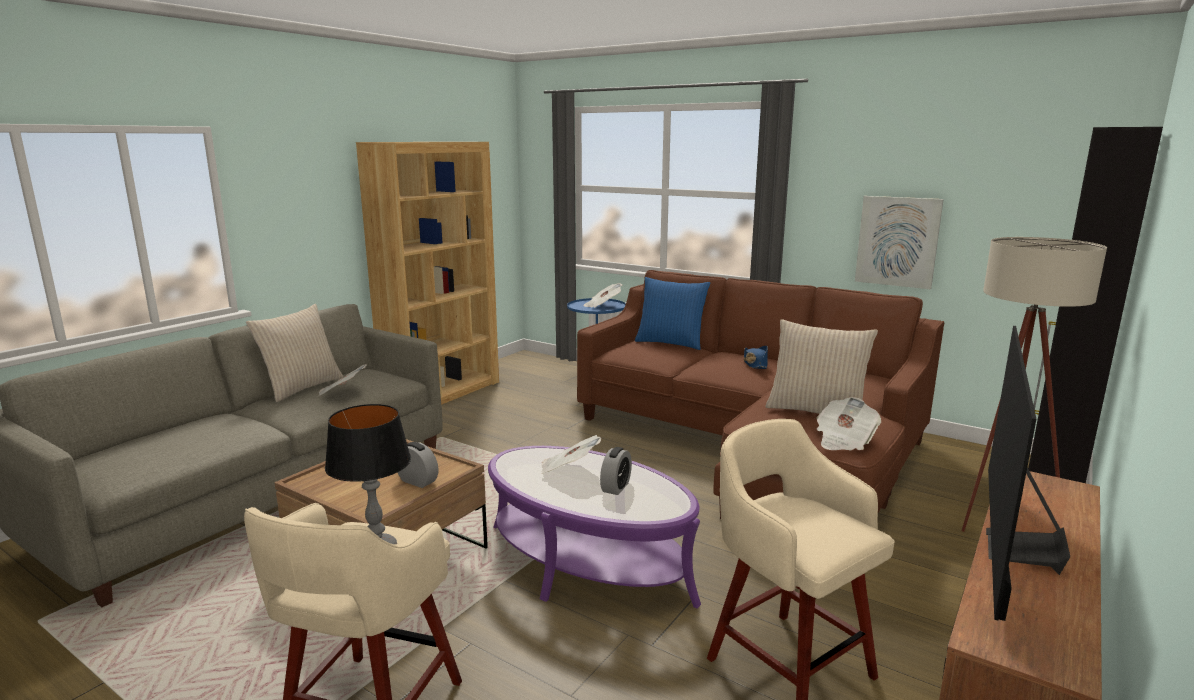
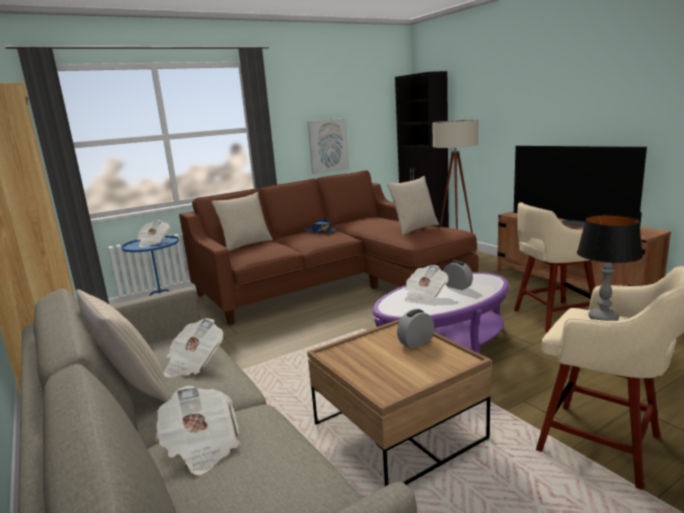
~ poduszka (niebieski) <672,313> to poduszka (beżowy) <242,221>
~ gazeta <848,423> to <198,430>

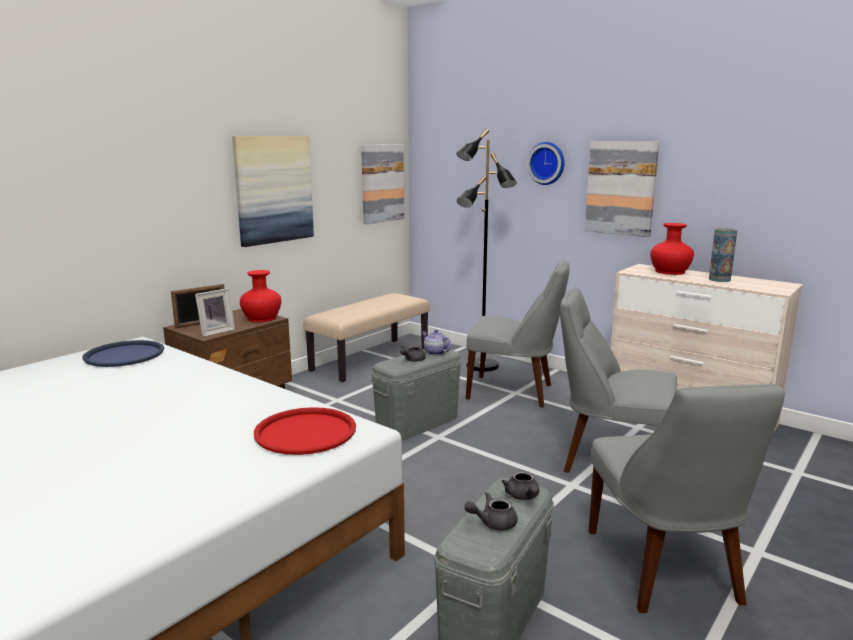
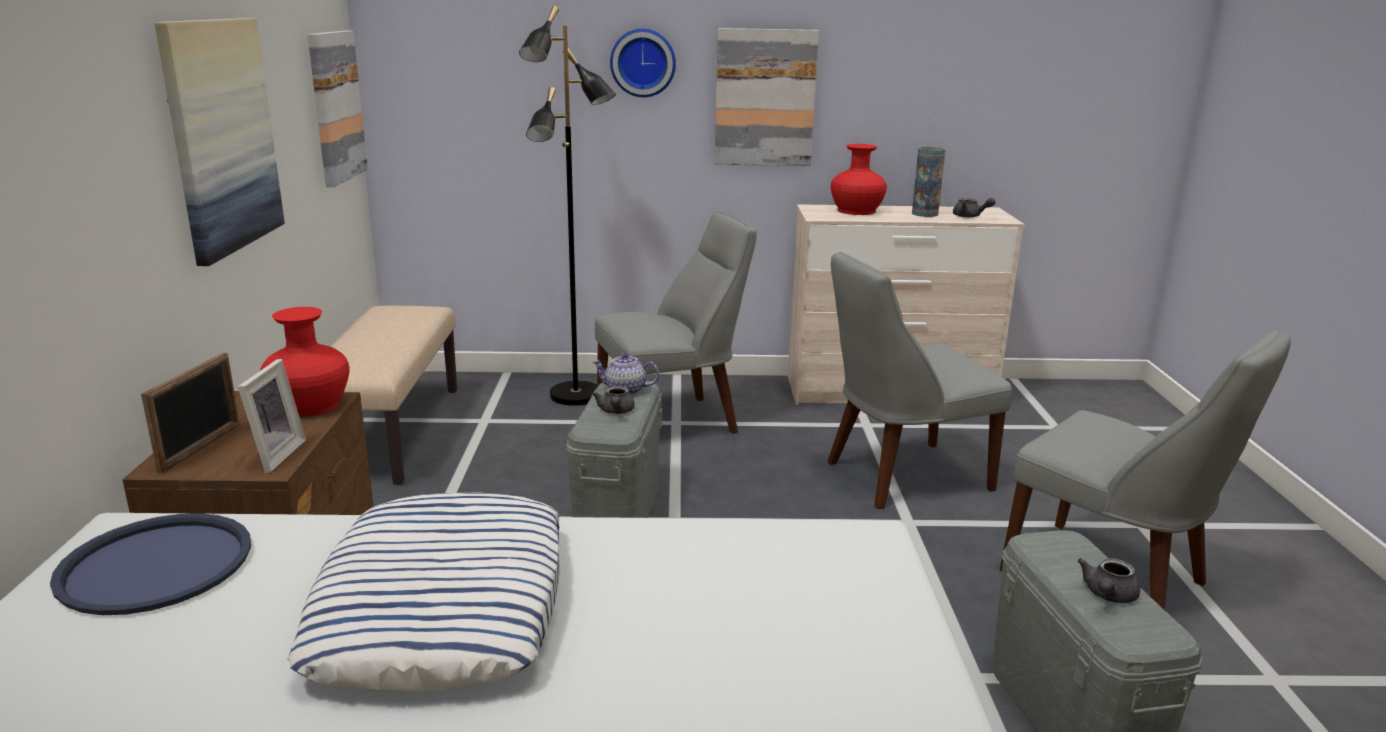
- taca (czerwony) <305,431>
~ imbryk (szary) <520,485> to <974,208>
+ poduszka <424,592>

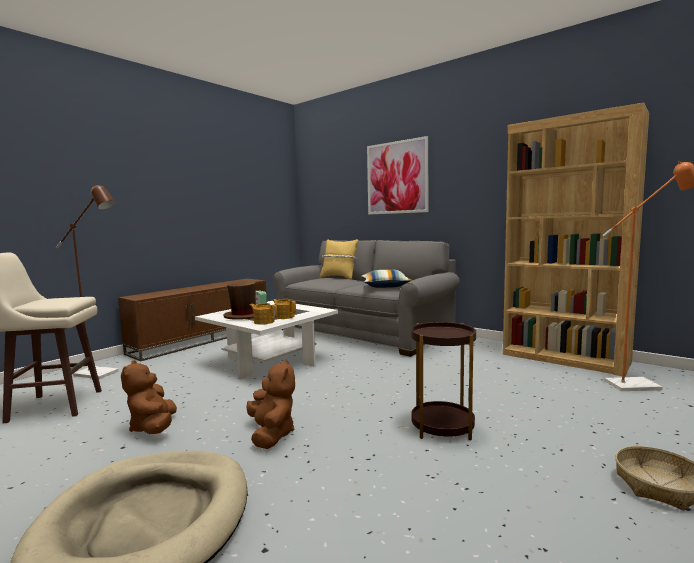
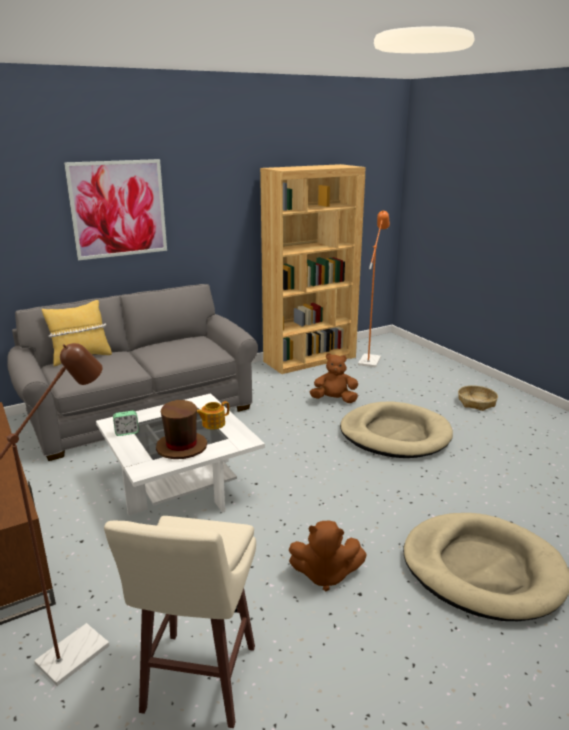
- poduszka <386,278>
- imbryk <263,314>
~ stolik (brązowy) <443,381> to legowisko (beżowy) <396,429>
~ pluszak (brązowy) <270,404> to <334,378>

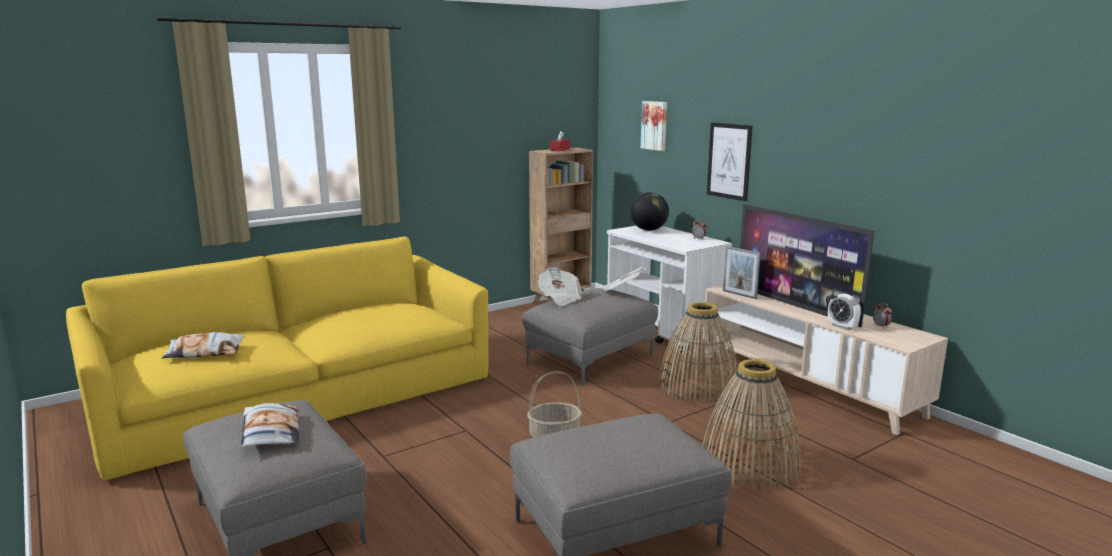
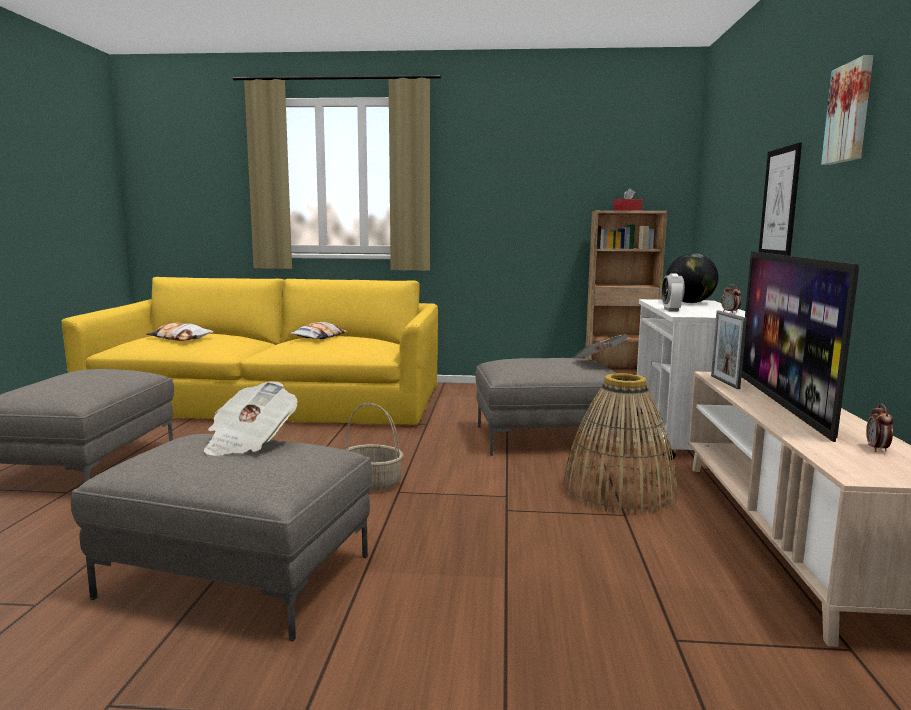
~ obraz <654,126> to <847,110>
~ gazeta <559,287> to <250,418>
~ budzik <844,312> to <673,292>
- koszyk <751,424>
~ poduszka <270,425> to <319,330>

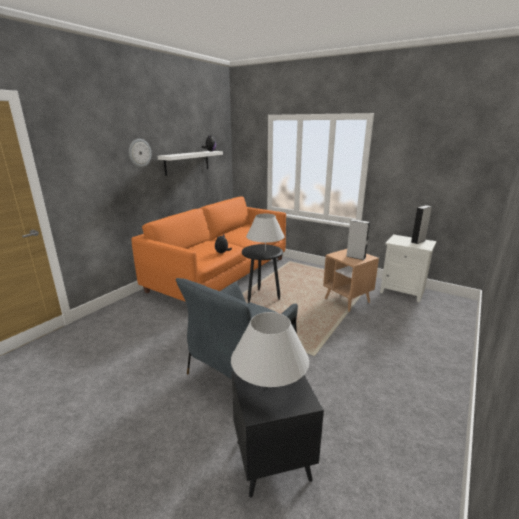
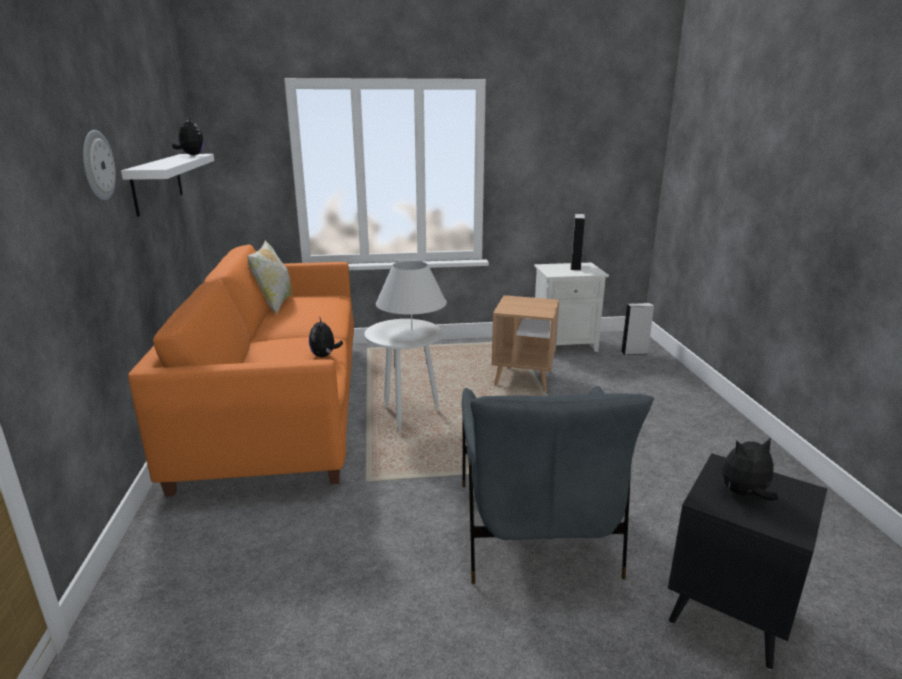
~ głośnik (szary) <358,239> to <637,329>
~ stolik (czarny) <262,273> to stolik (biały) <403,376>
~ lampa stołowa (biały) <270,349> to pluszak <750,469>
+ poduszka <269,277>

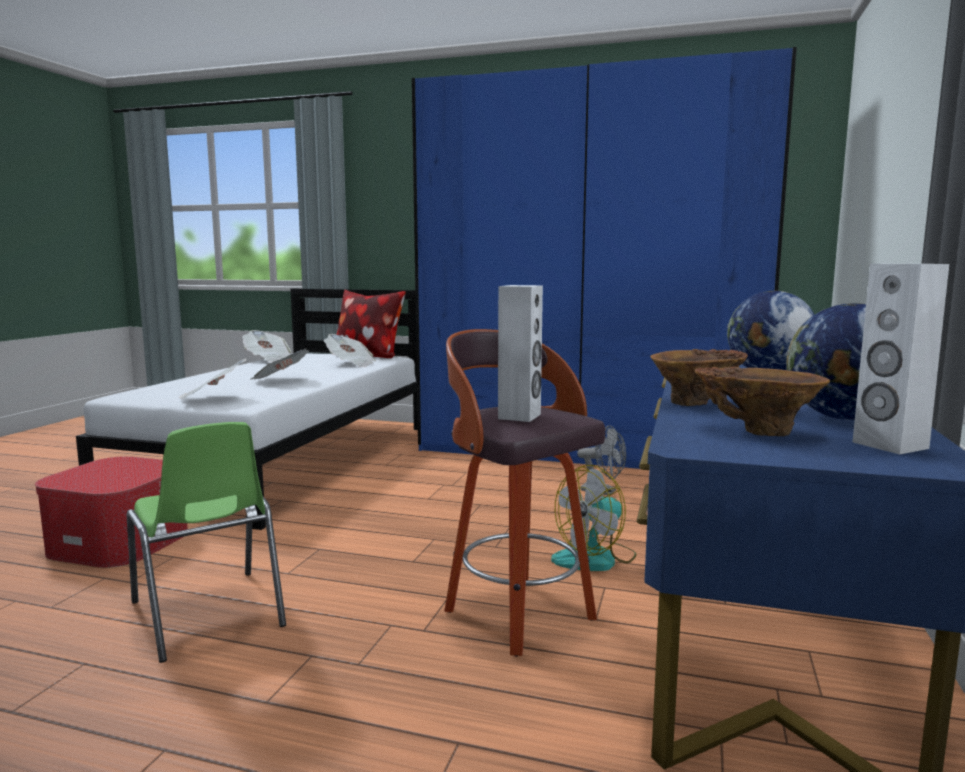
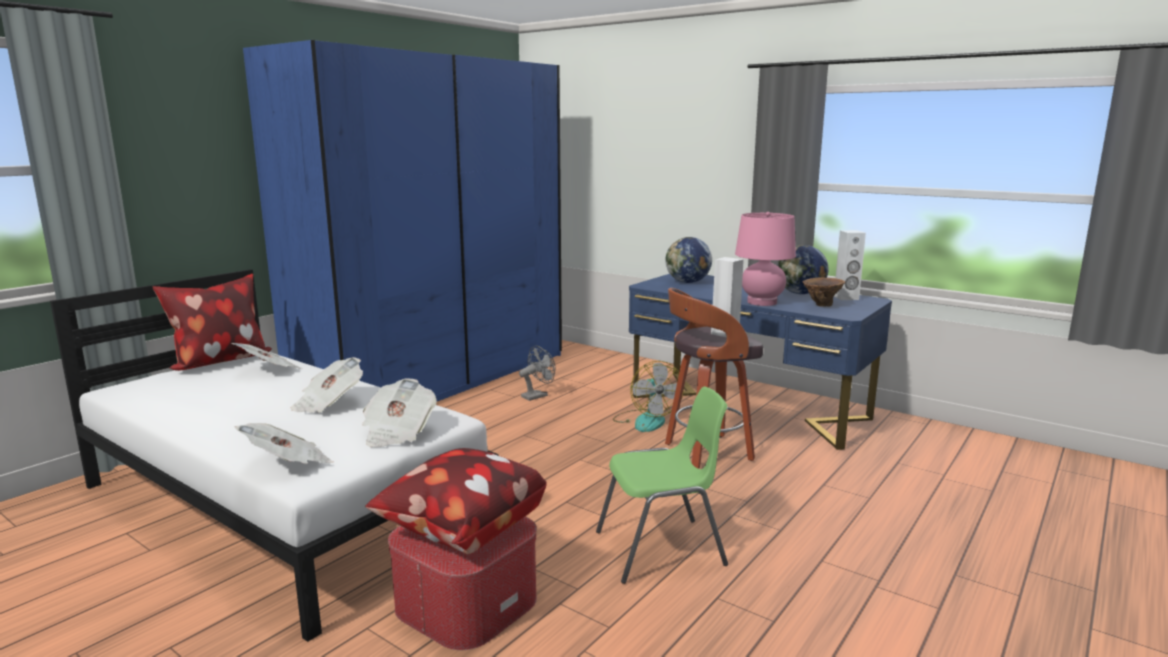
~ gazeta <266,346> to <284,443>
~ wazon (brązowy) <699,377> to lampa stołowa (różowy) <765,259>
+ poduszka <456,501>

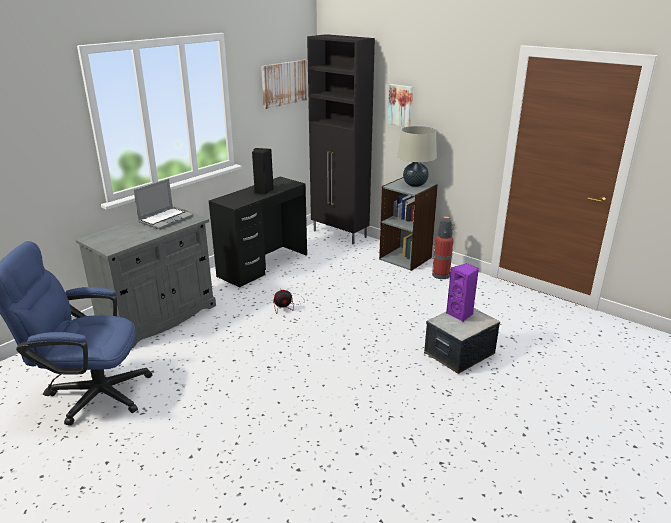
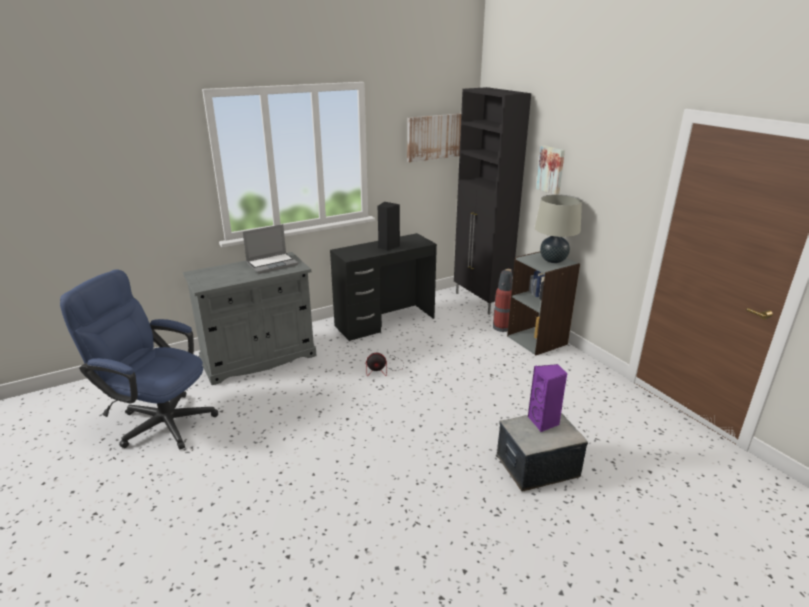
~ gaśnica <443,247> to <503,300>

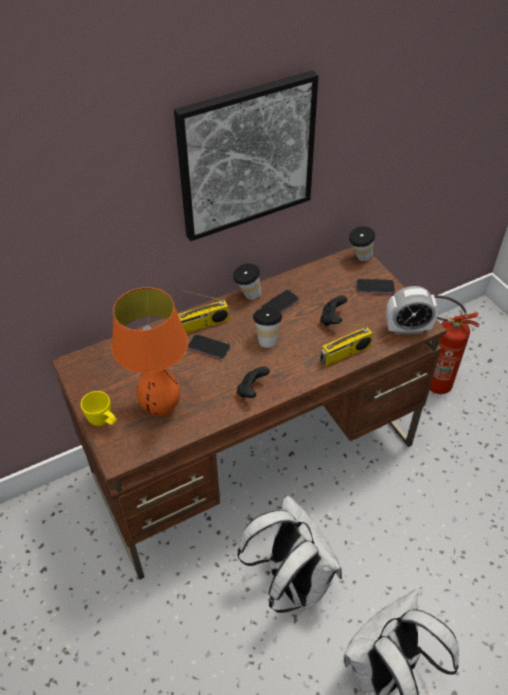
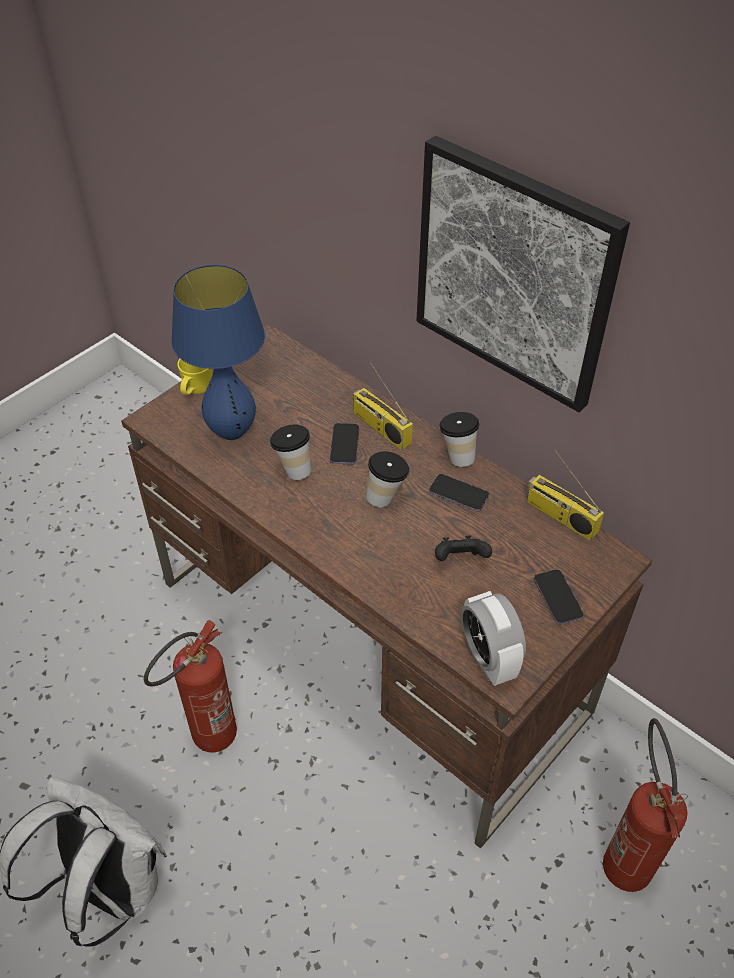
~ filiżanka <362,243> to <291,452>
~ lampa stołowa (pomarańczowy) <150,351> to lampa stołowa (niebieski) <218,352>
~ radio <346,343> to <565,495>
- pad do gier (czarny) <253,382>
~ plecak (biały) <289,554> to gaśnica <190,686>

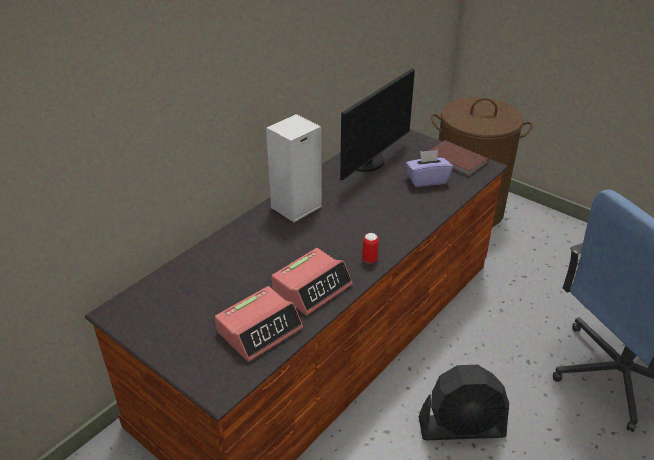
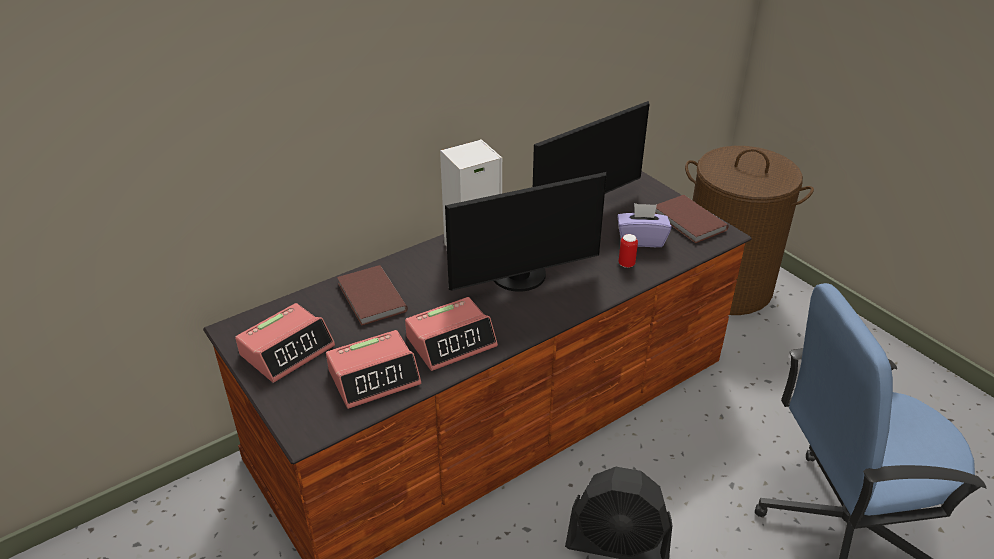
~ puszka <370,248> to <628,251>
+ monitor <526,232>
+ książka (brązowy) <372,295>
+ budzik <285,343>

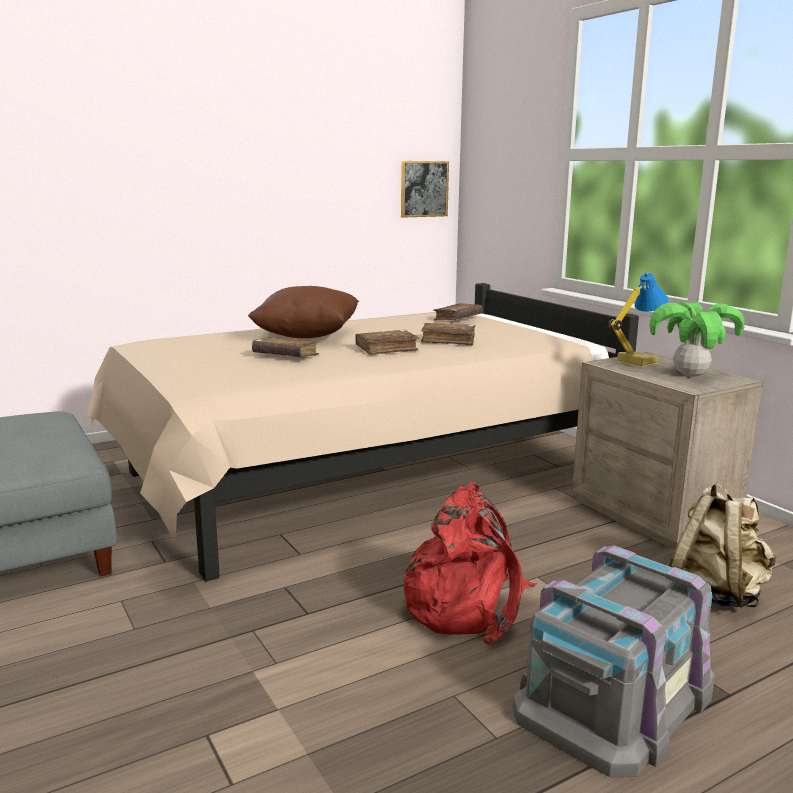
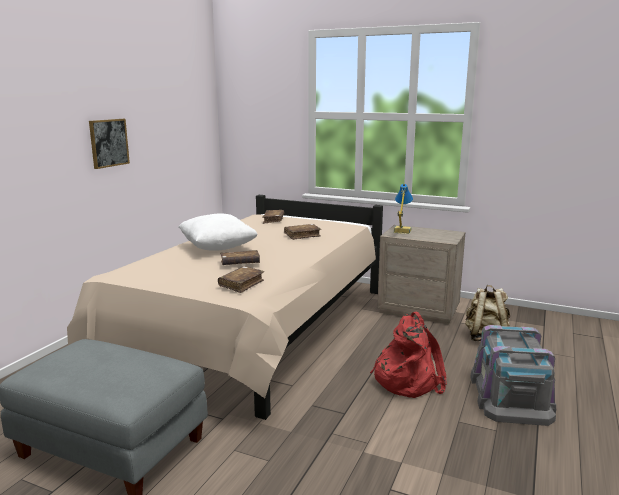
~ obraz <425,189> to <109,144>
~ poduszka (brązowy) <303,312> to poduszka (biały) <218,232>
- roślina doniczkowa <697,339>
~ książka (brązowy) <387,342> to <241,279>

